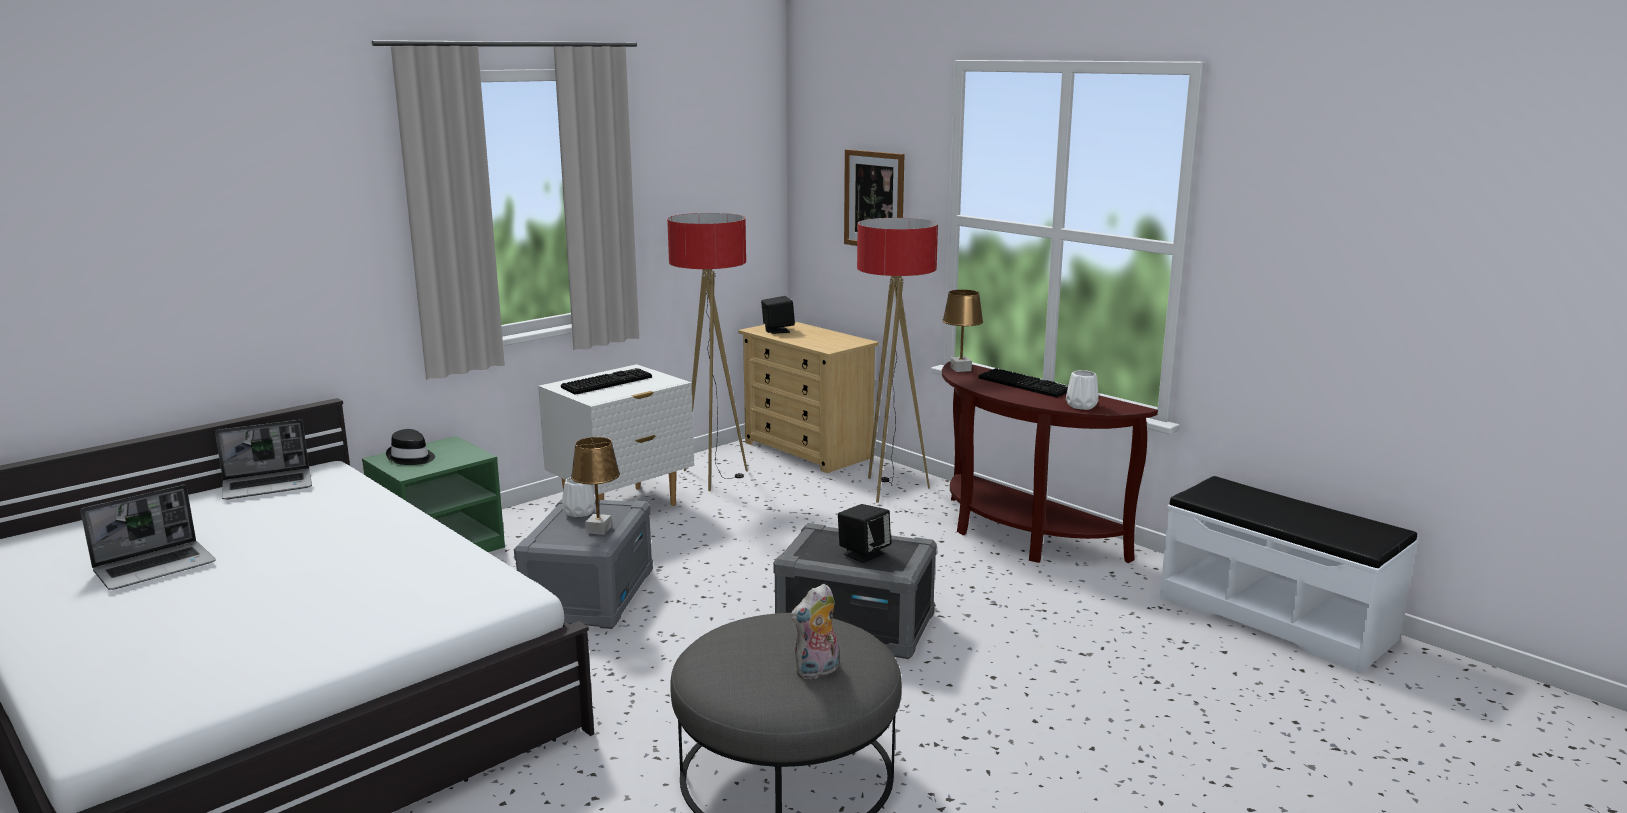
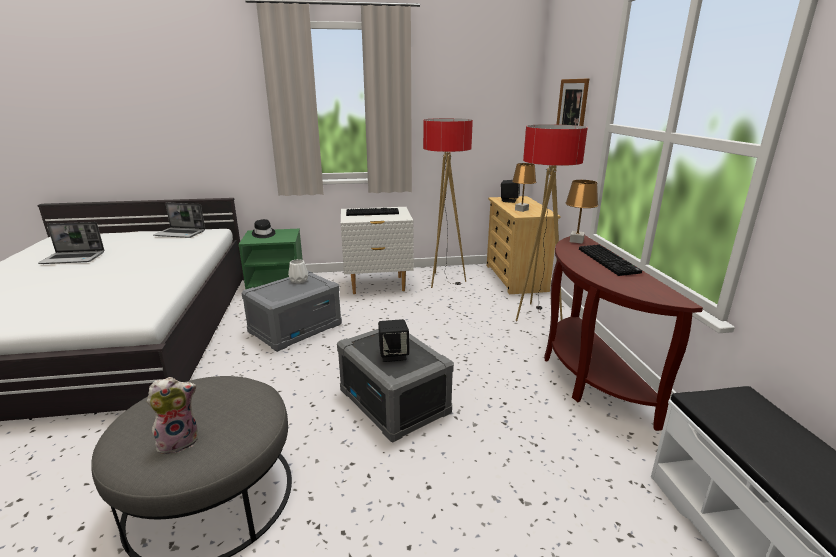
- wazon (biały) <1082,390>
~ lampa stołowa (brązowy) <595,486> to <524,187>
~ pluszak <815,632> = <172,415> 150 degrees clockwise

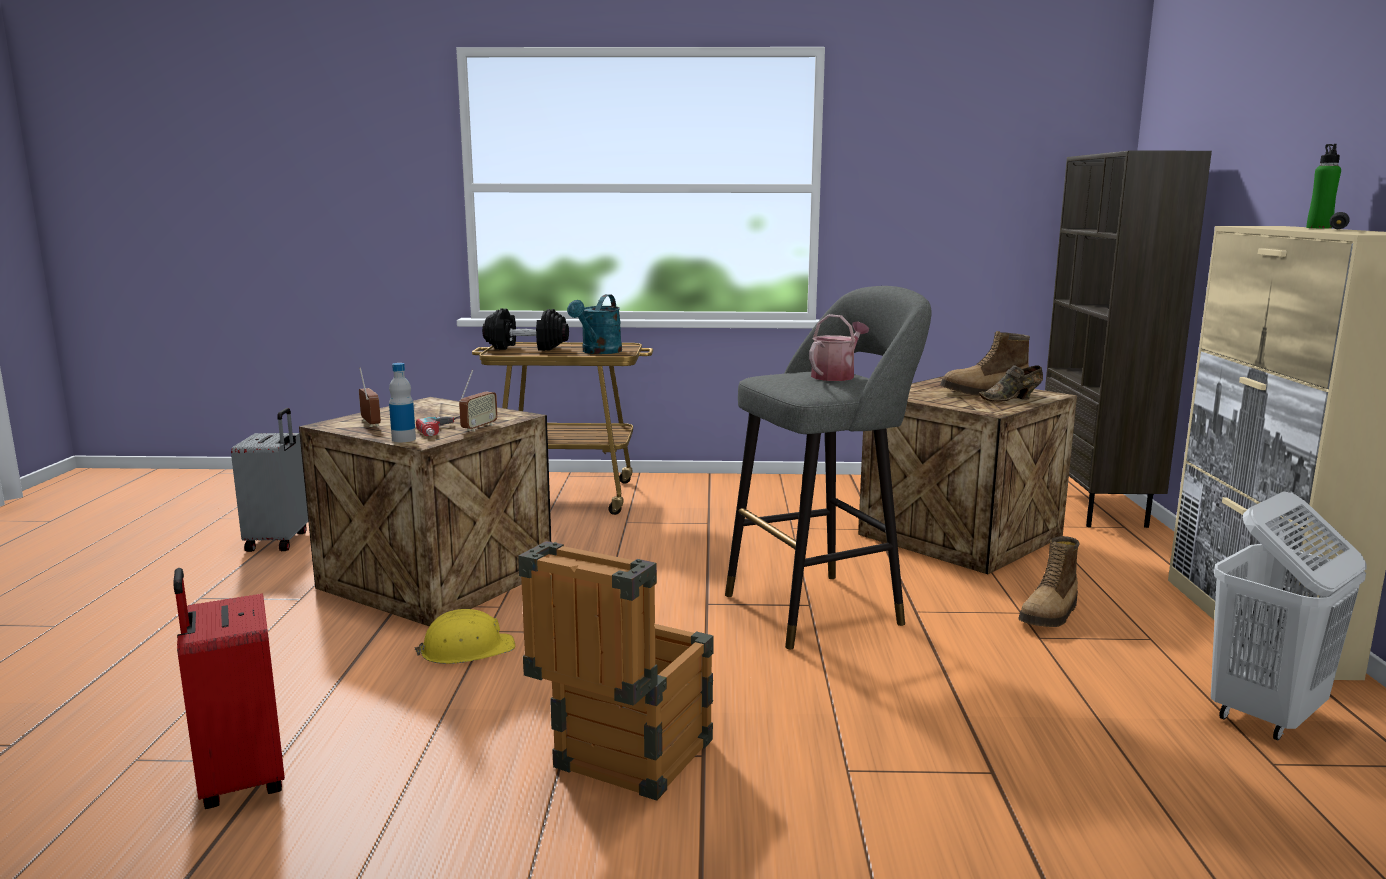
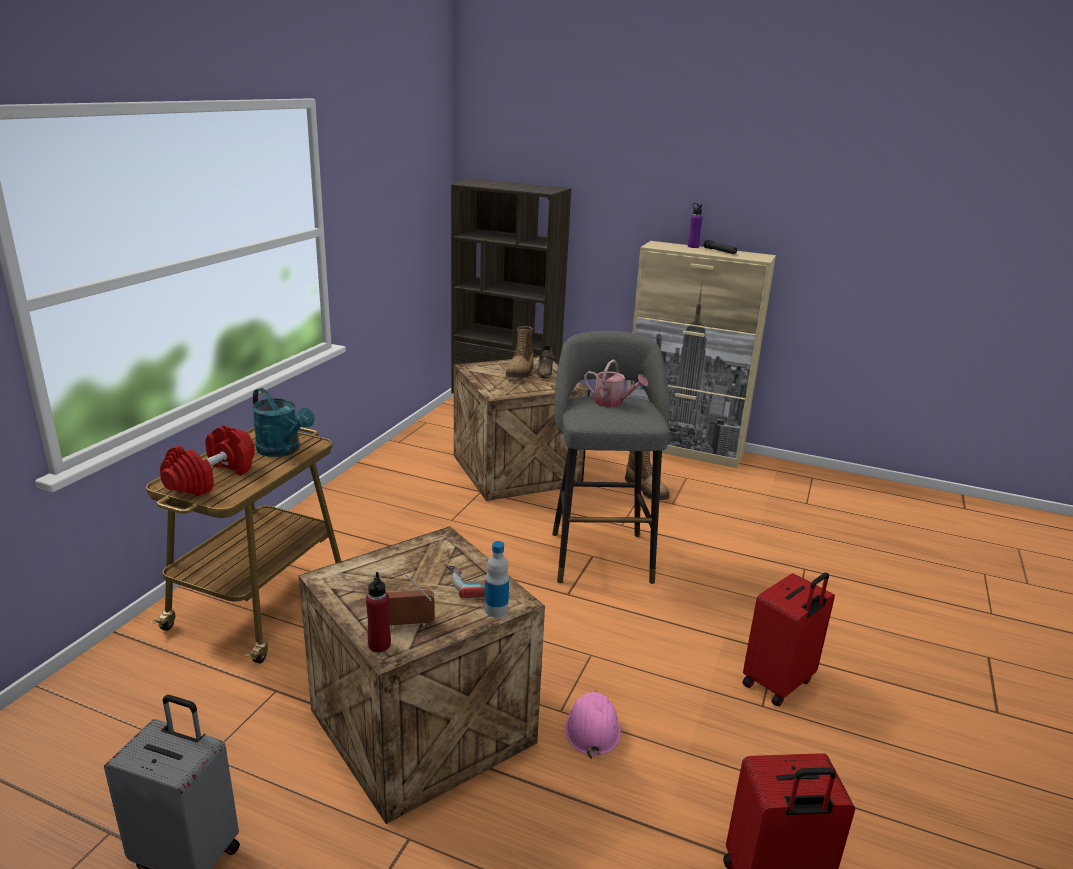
~ butelka (zielony) <1324,186> to butelka (fioletowy) <695,225>
~ hantel (czarny) <525,329> to hantel (czerwony) <207,460>
~ konewka <839,347> = <616,383> 150 degrees clockwise
- radio <478,401>
- kosz na pranie (biały) <1289,615>
~ skrzynka <616,670> to walizka (czerwony) <789,640>
~ kask (żółty) <464,636> to kask (różowy) <593,724>
+ butelka (czerwony) <378,612>

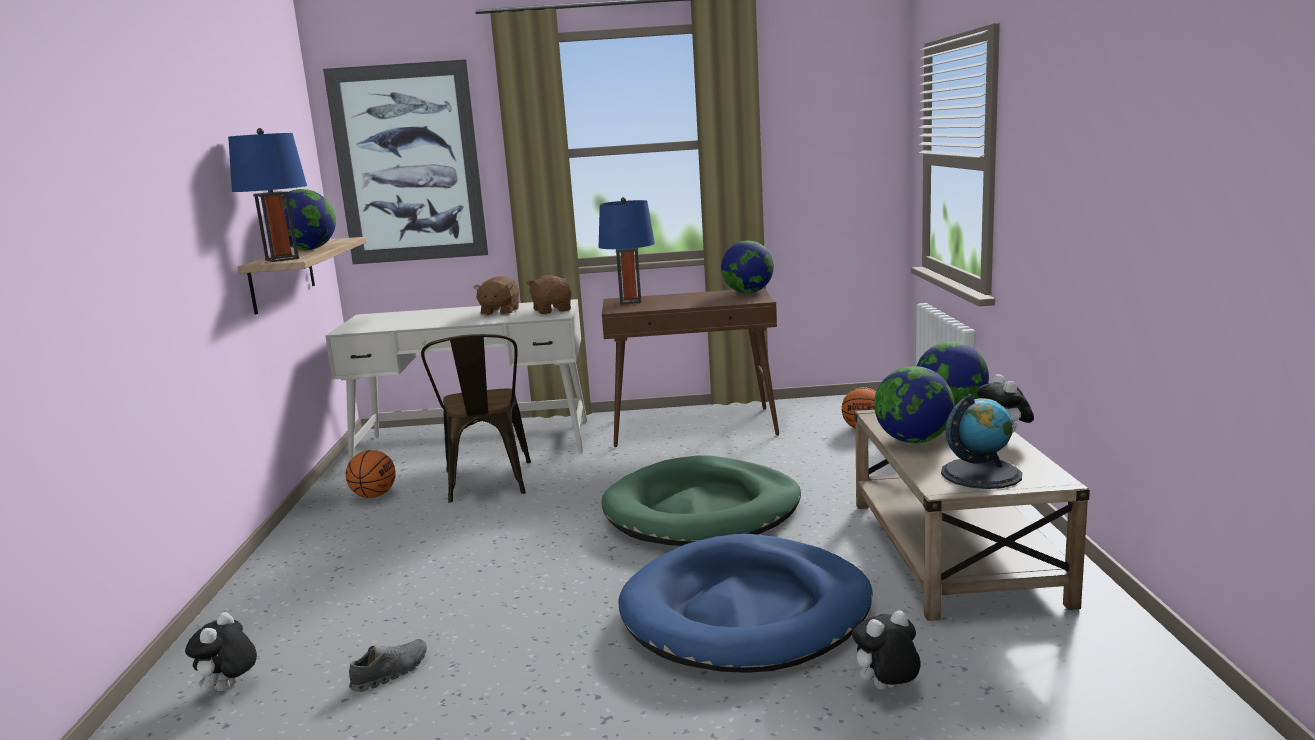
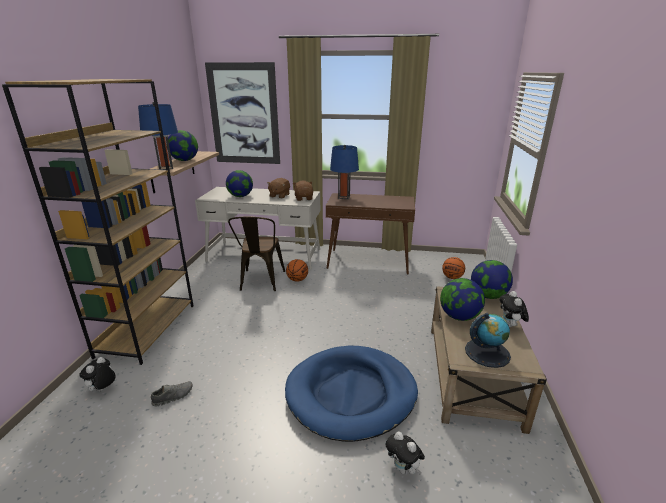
~ globus <747,267> to <239,183>
~ piłka do koszykówki <371,474> to <297,270>
- legowisko (zielony) <701,500>
~ pluszak <886,650> = <405,452> 120 degrees counterclockwise
+ regał (brązowy) <98,222>

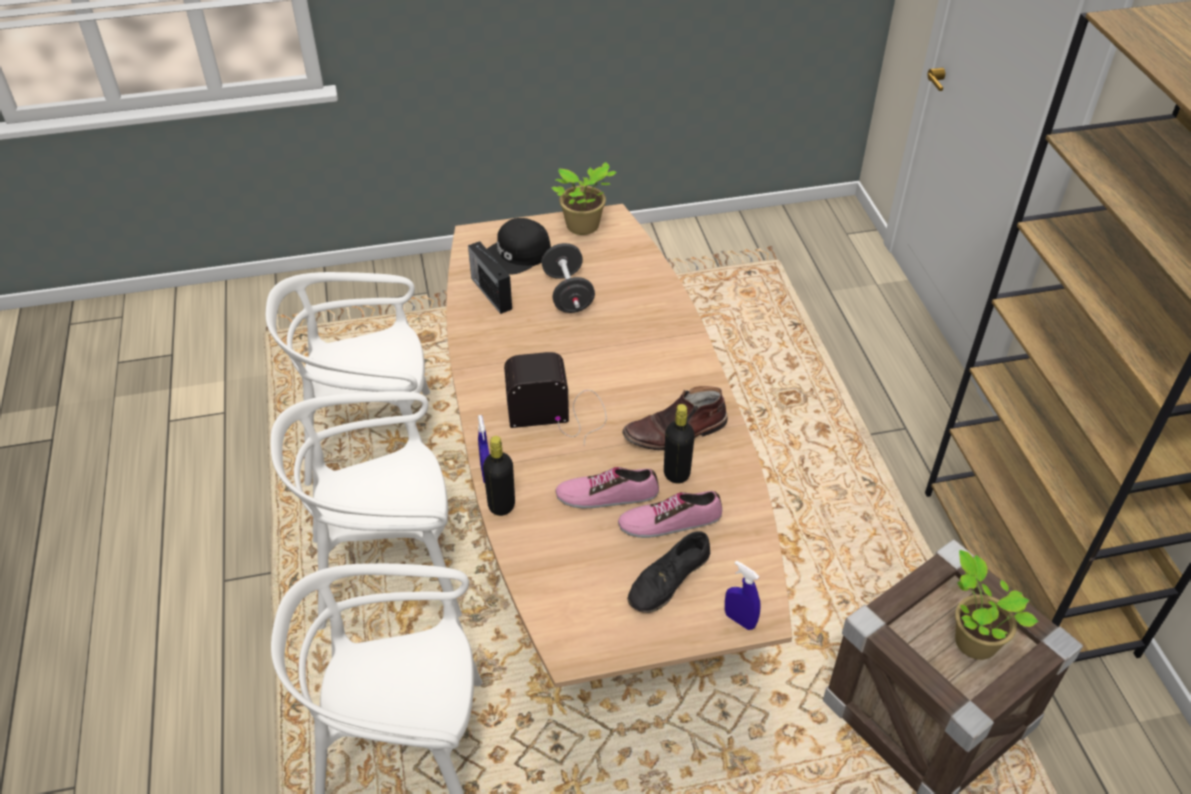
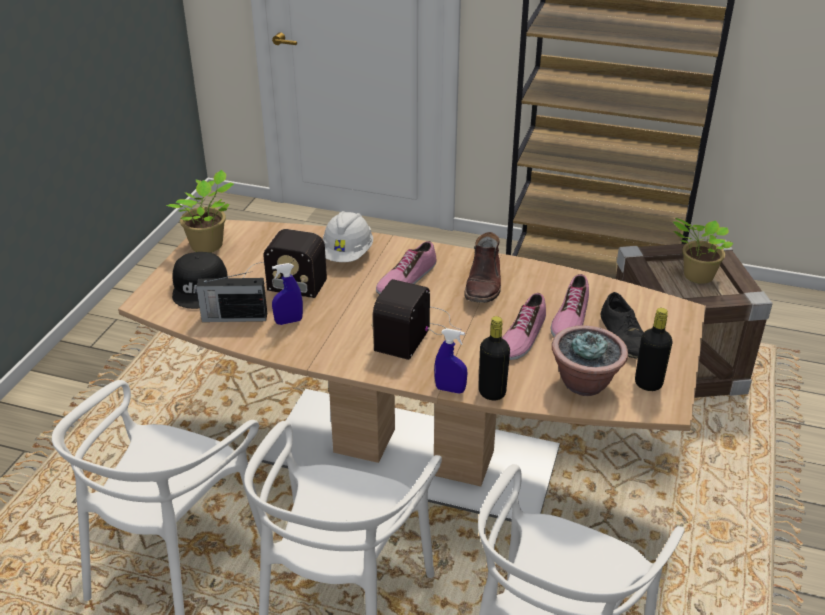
~ hantel (czarny) <568,278> to radio <285,263>
~ butelka (czarny) <679,444> to <653,349>
~ spryskiwacz (niebieski) <743,595> to <287,294>
+ kask (biały) <348,236>
+ but <406,267>
+ roślina doniczkowa <590,360>

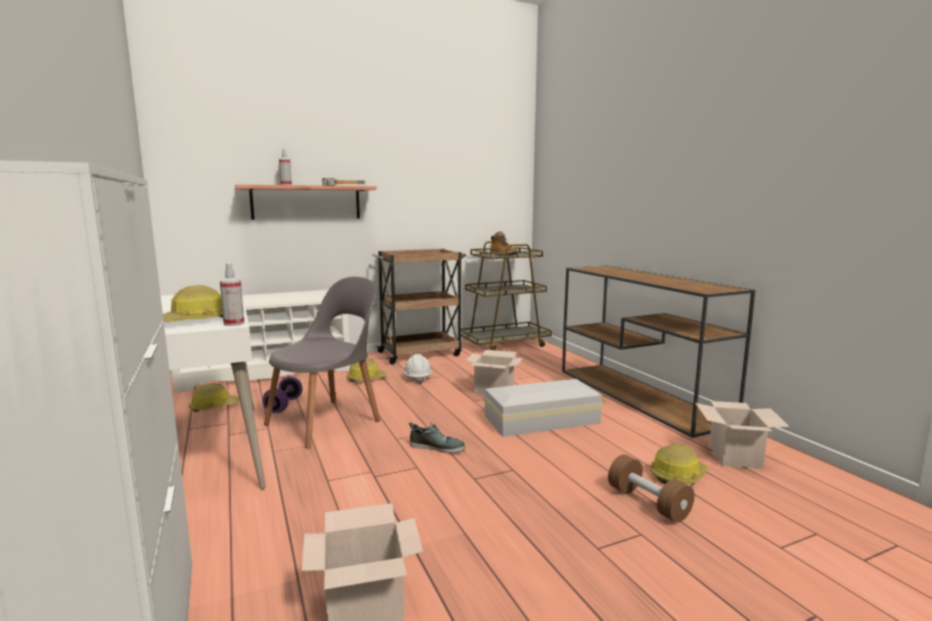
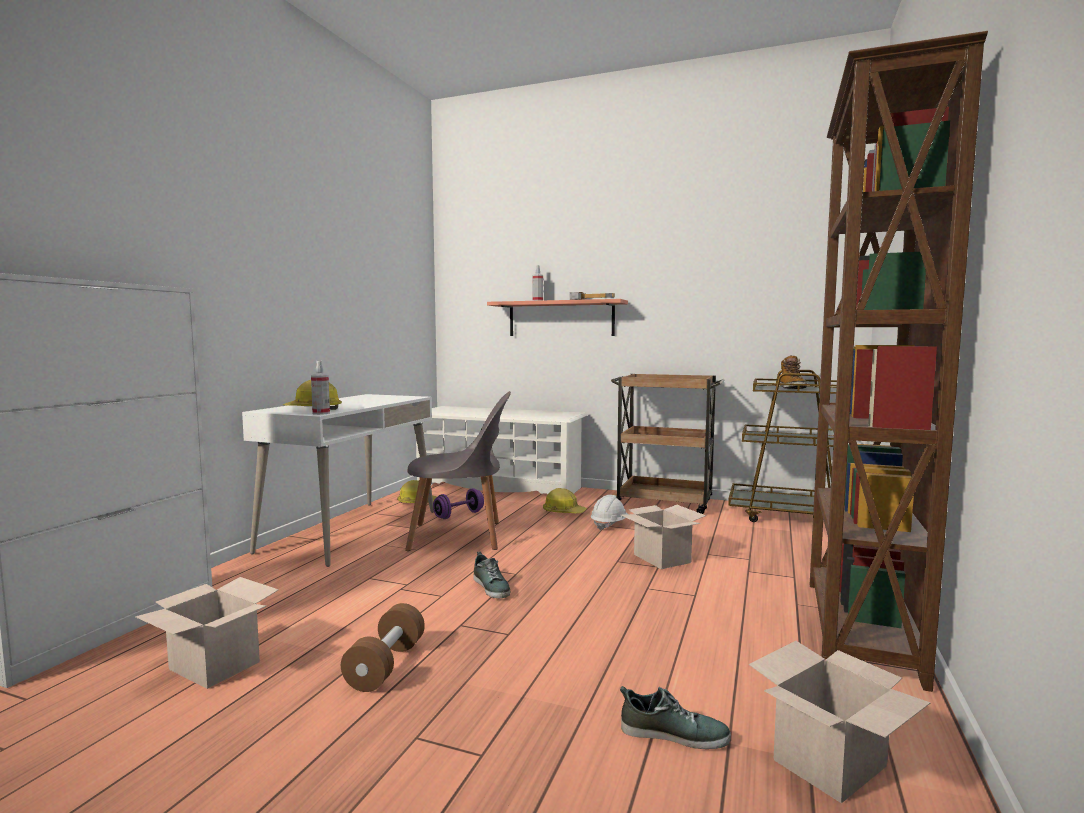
~ stolik konsolowy (brązowy) <658,351> to regał (brązowy) <899,361>
- pojemnik do przechowywania (biały) <543,408>
~ kask <680,464> to but <675,717>
~ hantel (brązowy) <651,489> to <383,647>

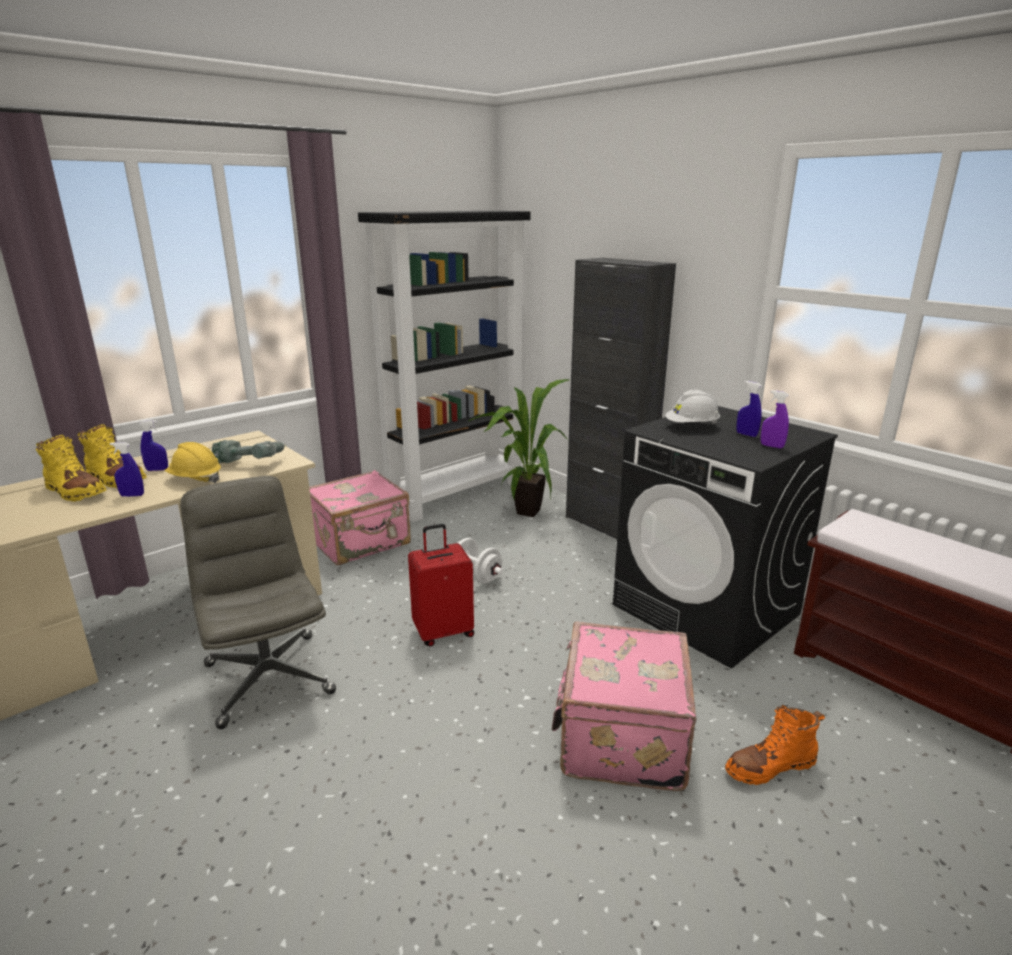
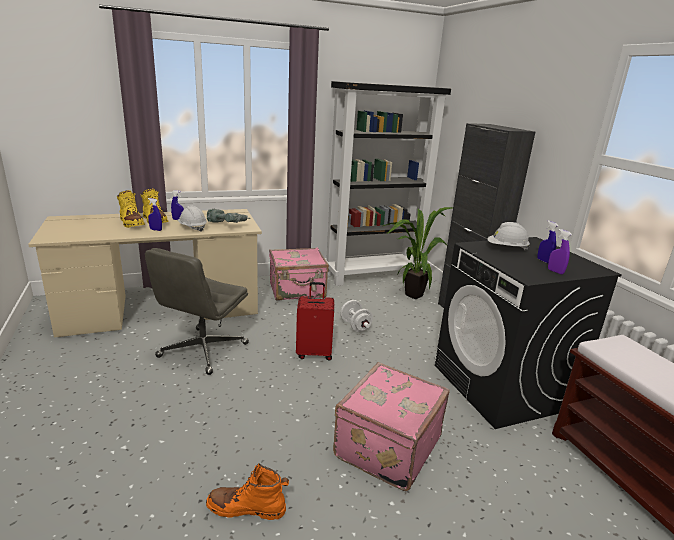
~ kask (żółty) <193,462> to kask (biały) <192,218>
~ krzesło biurowe (szary) <258,602> = <197,311> 150 degrees counterclockwise
~ but z cholewką (pomarańczowy) <775,744> to <247,491>

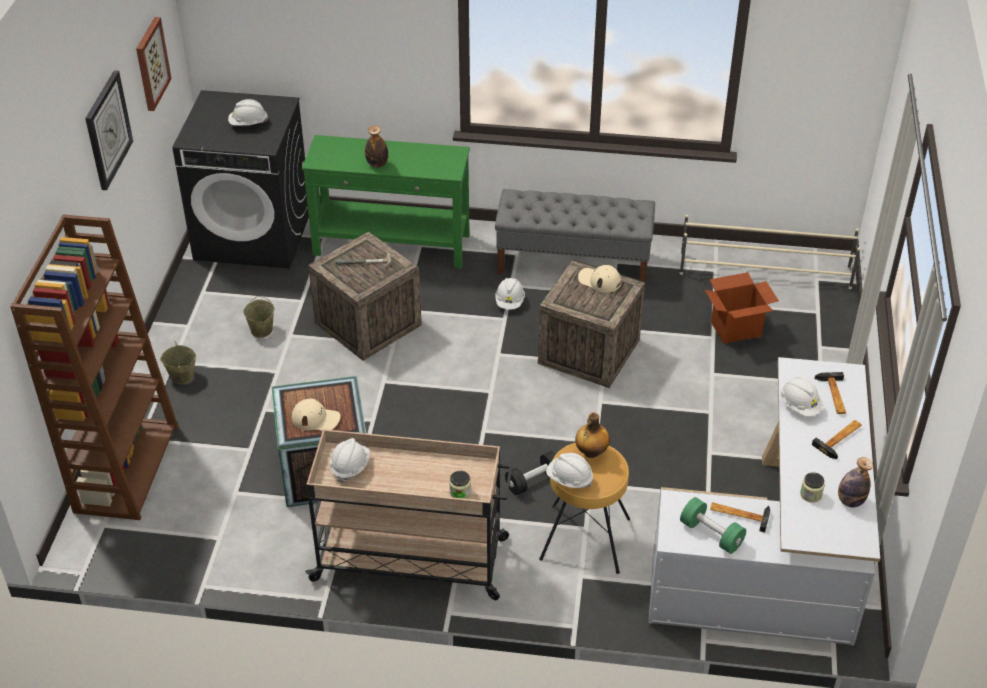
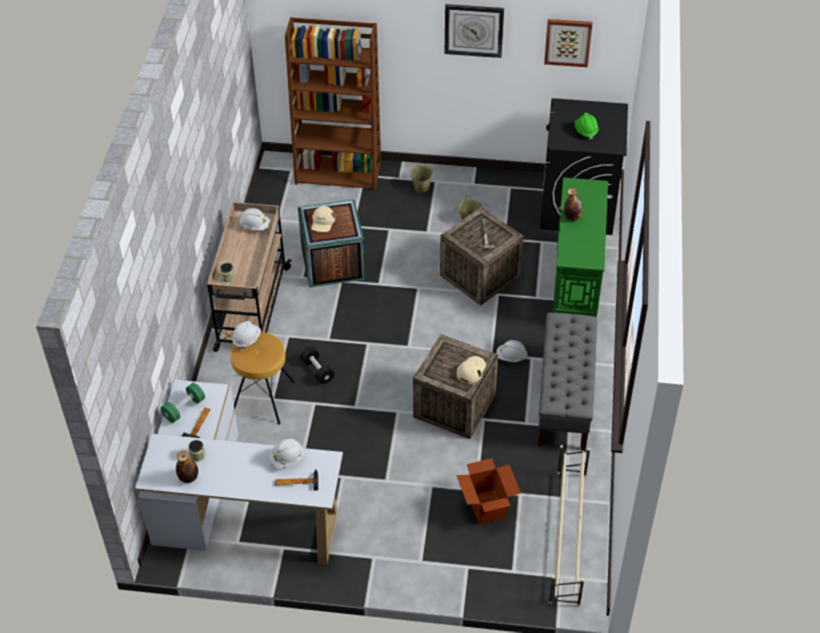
~ kask (biały) <248,112> to kask (zielony) <587,126>
- butelka <592,435>
- młotek <837,439>

